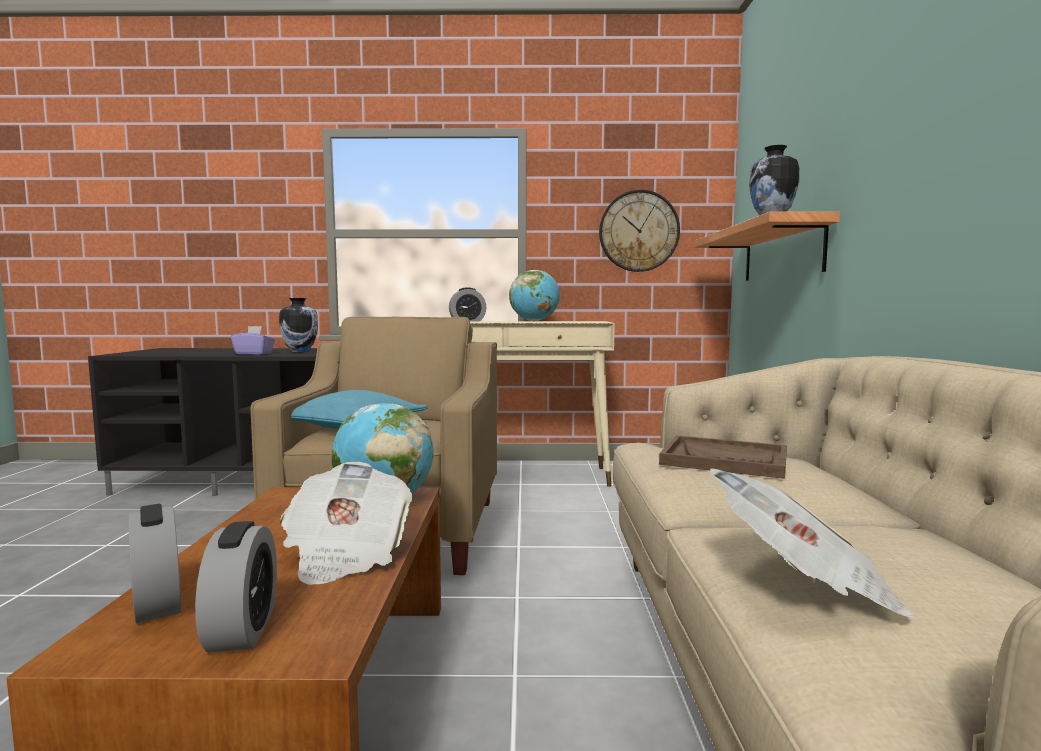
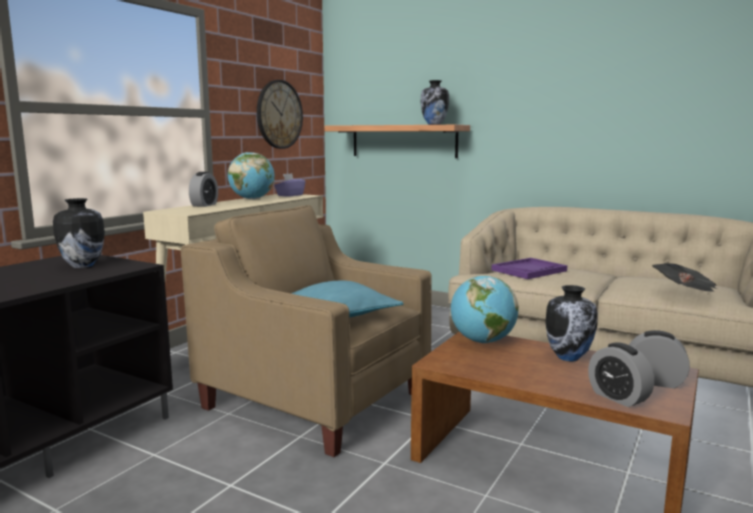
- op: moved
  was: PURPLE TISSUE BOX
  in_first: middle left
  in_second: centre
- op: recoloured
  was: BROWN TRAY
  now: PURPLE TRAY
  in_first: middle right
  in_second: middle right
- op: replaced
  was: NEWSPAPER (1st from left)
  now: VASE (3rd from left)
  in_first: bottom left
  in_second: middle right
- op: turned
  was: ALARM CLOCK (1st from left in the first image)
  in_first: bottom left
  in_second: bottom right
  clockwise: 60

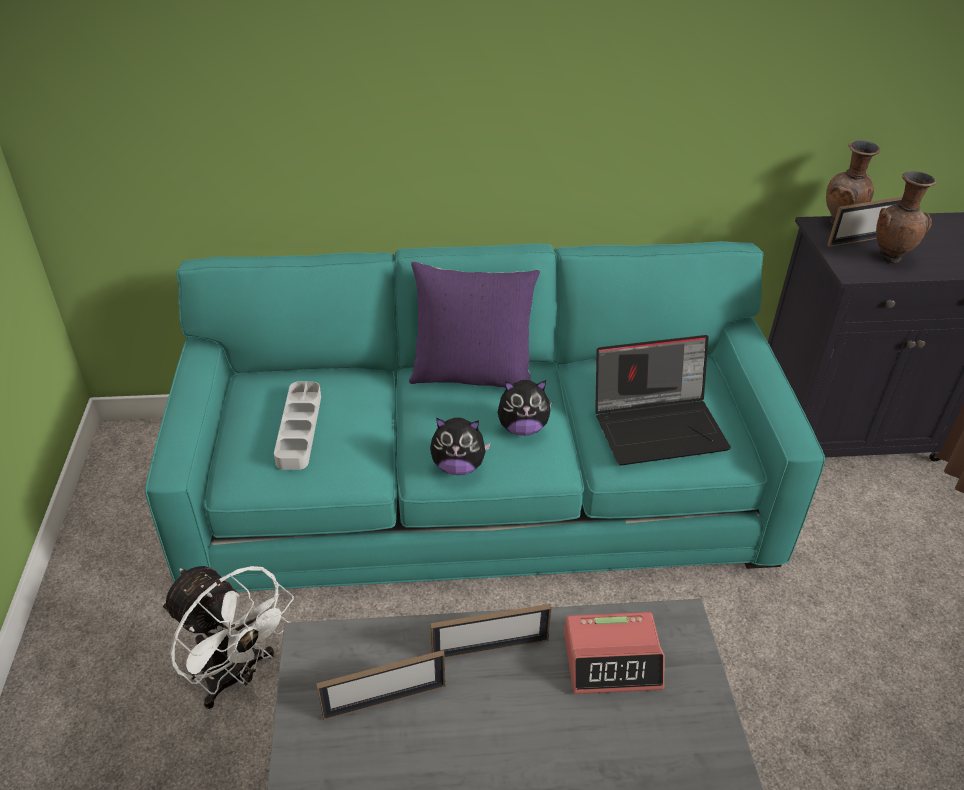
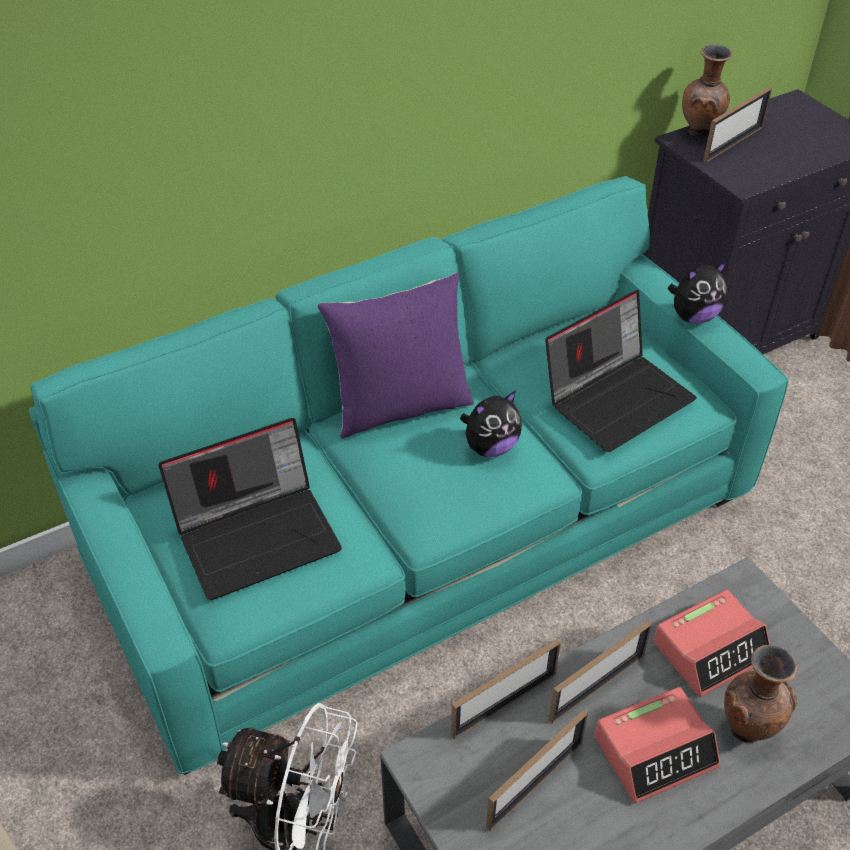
- op: moved
  was: BROWN VASE (2nd from left)
  in_first: top right
  in_second: bottom right
- op: replaced
  was: GREY TRAY
  now: LAPTOP (1st from left)
  in_first: middle left
  in_second: middle left
- op: moved
  was: PLUSH TOY (1st from left in the first image)
  now: PLUSH TOY (2nd from left)
  in_first: centre
  in_second: middle right
- op: added
  now: PICTURE FRAME (1st from left)
  in_second: bottom centre
- op: added
  now: ALARM CLOCK (1st from left)
  in_second: bottom right

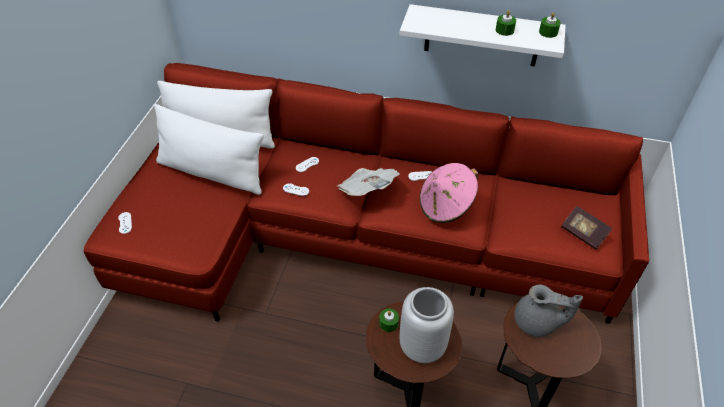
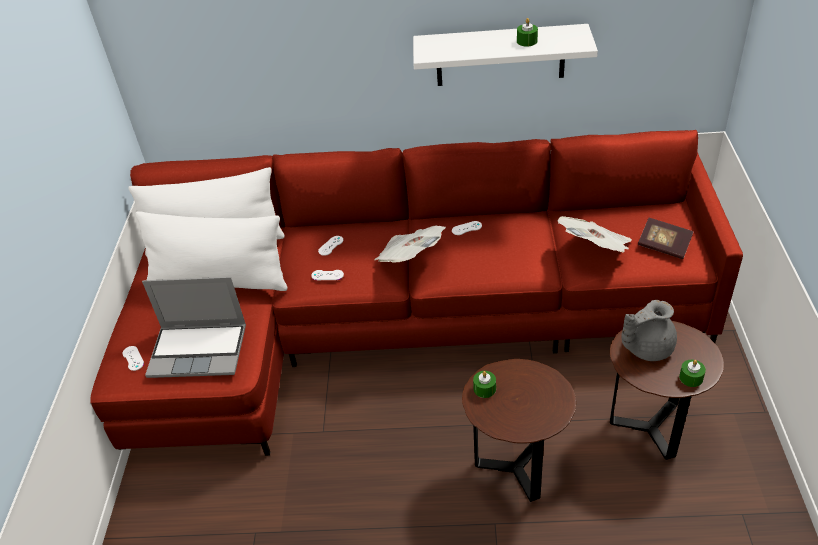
- op: moved
  was: GREEN CANDLE (3rd from left)
  in_first: top right
  in_second: bottom right
- op: removed
  was: PINK HAT
  in_first: centre
- op: turned
  was: GREY TEAPOT
  in_first: bottom right
  in_second: middle right
  clockwise: 150
- op: removed
  was: GREY VASE
  in_first: bottom centre
- op: added
  now: NEWSPAPER (2nd from left)
  in_second: middle right
- op: added
  now: LAPTOP
  in_second: middle left

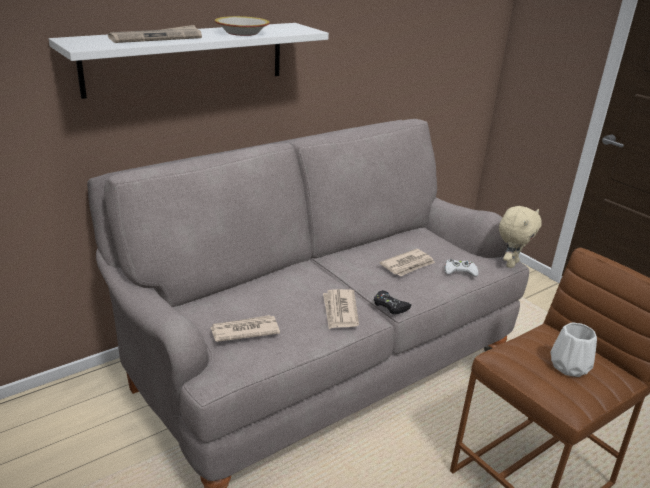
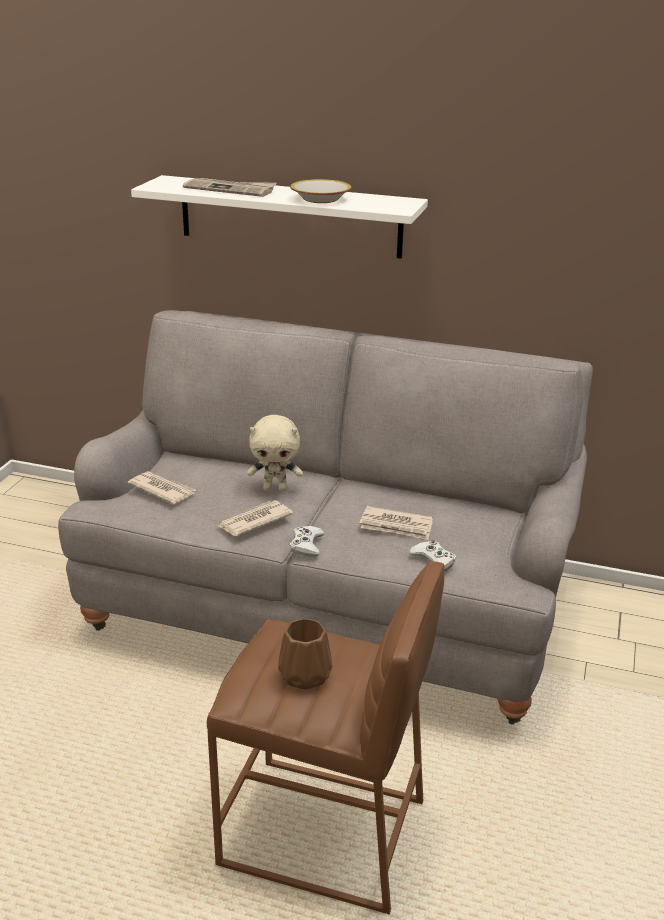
- op: moved
  was: BEIGE PLUSH TOY
  in_first: middle right
  in_second: centre
- op: recoloured
  was: BLACK GAME CONTROLLER
  now: WHITE GAME CONTROLLER (1st from left)
  in_first: centre
  in_second: centre
- op: recoloured
  was: WHITE VASE
  now: BROWN VASE
  in_first: bottom right
  in_second: bottom centre

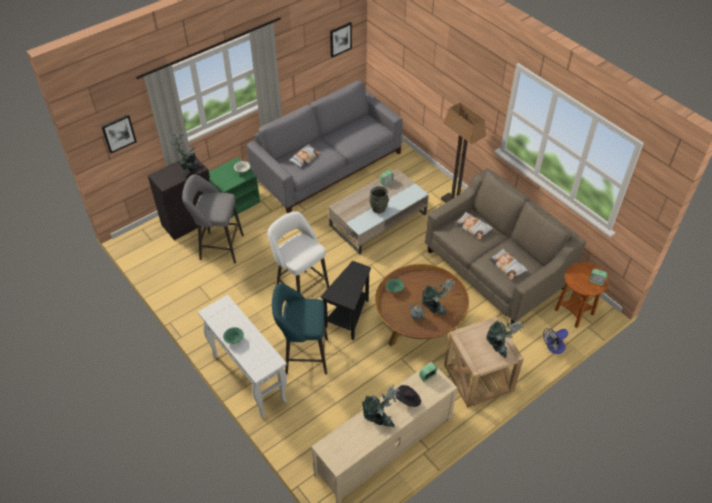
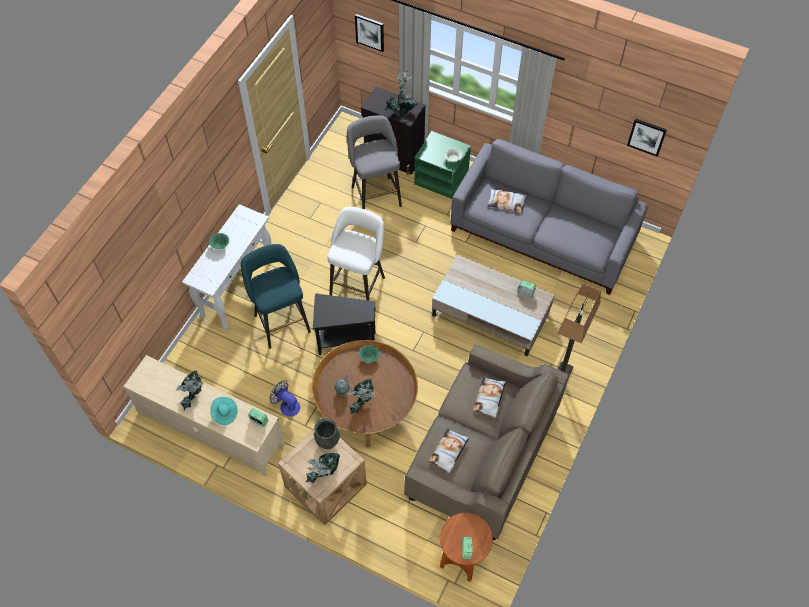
- op: moved
  was: GREY VASE
  in_first: centre
  in_second: bottom centre
- op: moved
  was: FAN
  in_first: bottom right
  in_second: centre
- op: recoloured
  was: BLACK HAT
  now: TURQUOISE HAT
  in_first: bottom centre
  in_second: bottom left

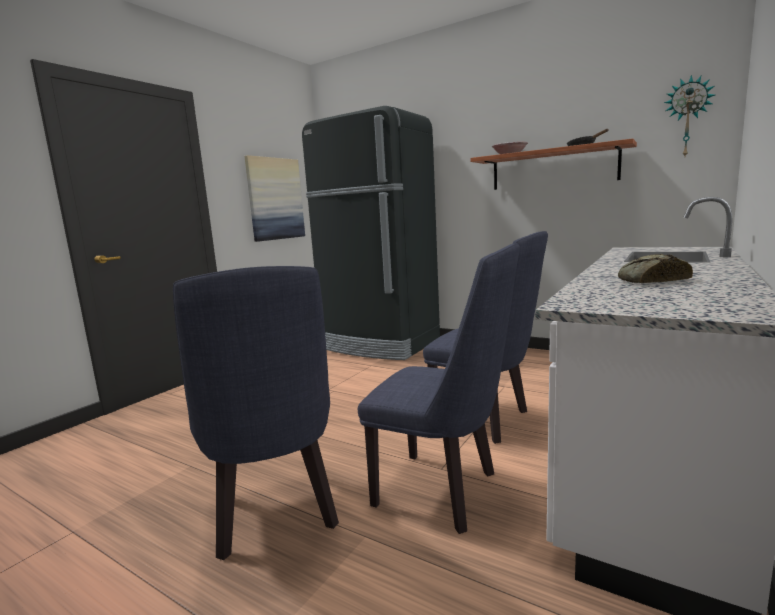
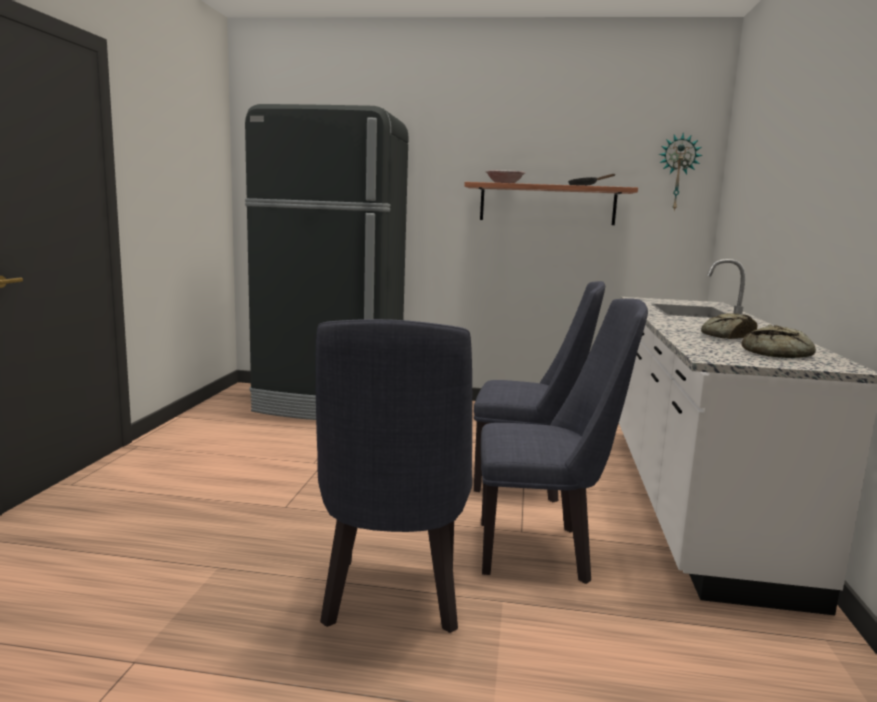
- op: removed
  was: PICTURE
  in_first: top centre
- op: turned
  was: BLUE CHAIR (1st from left)
  in_first: bottom left
  in_second: bottom centre
  clockwise: 45
- op: added
  now: BREAD (2nd from left)
  in_second: middle right

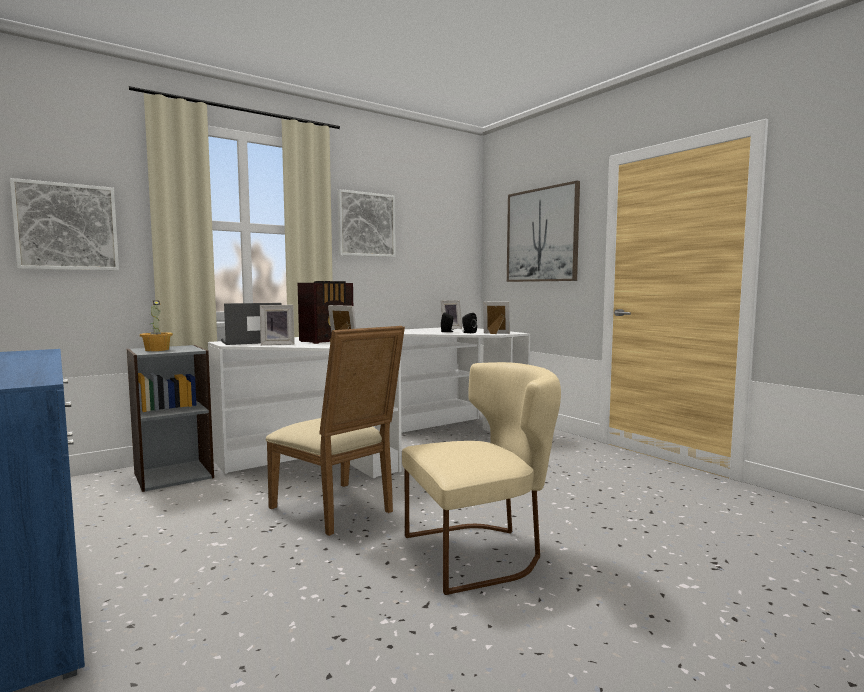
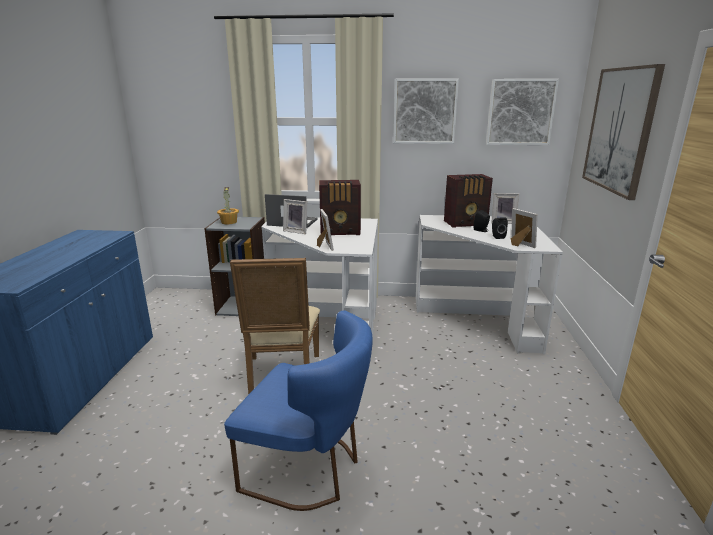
- op: moved
  was: PICTURE (1st from left in the first image)
  now: PICTURE (2nd from left)
  in_first: top left
  in_second: top right
- op: recoloured
  was: BEIGE CHAIR (2nd from left)
  now: BLUE CHAIR
  in_first: bottom centre
  in_second: bottom centre
- op: added
  now: RADIO (2nd from left)
  in_second: centre

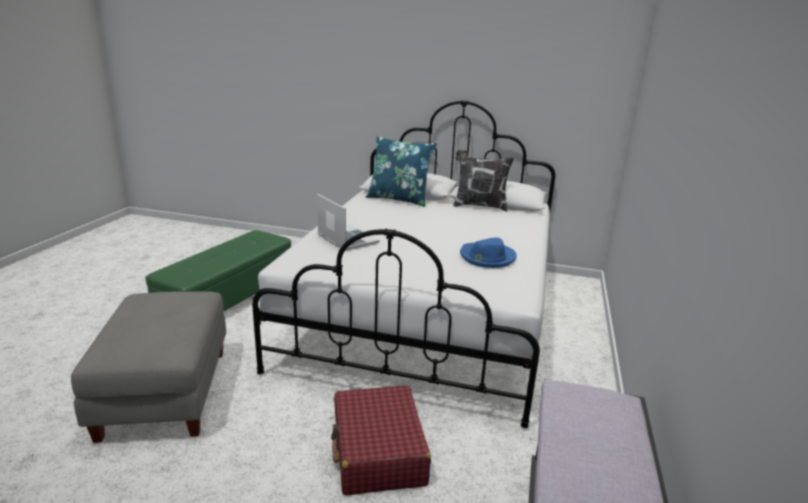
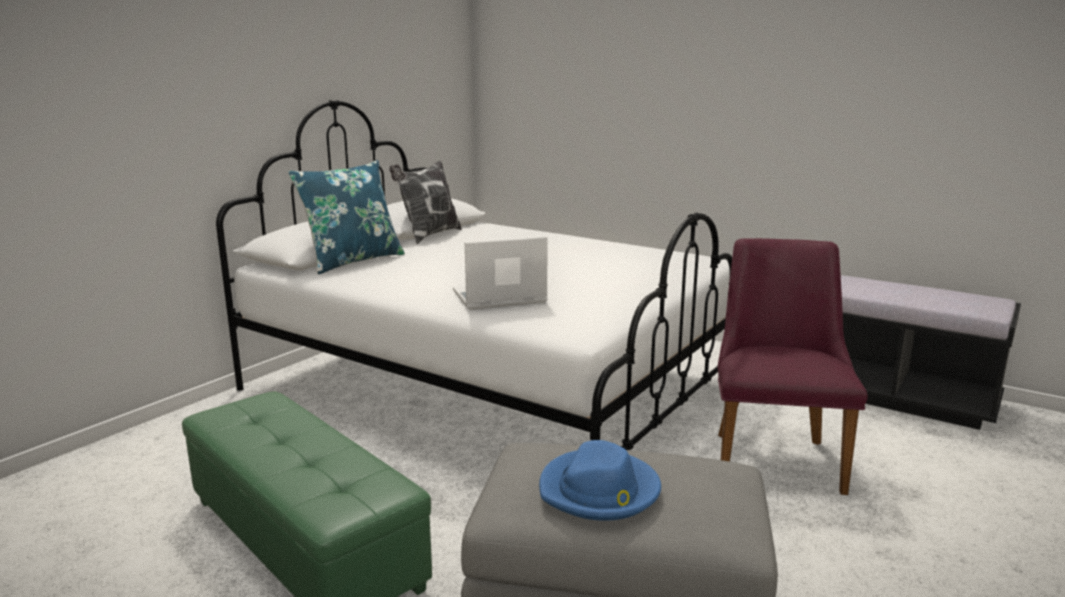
- op: moved
  was: BLUE HAT
  in_first: centre
  in_second: bottom centre
- op: replaced
  was: RED SUITCASE
  now: PURPLE CHAIR
  in_first: bottom centre
  in_second: middle right

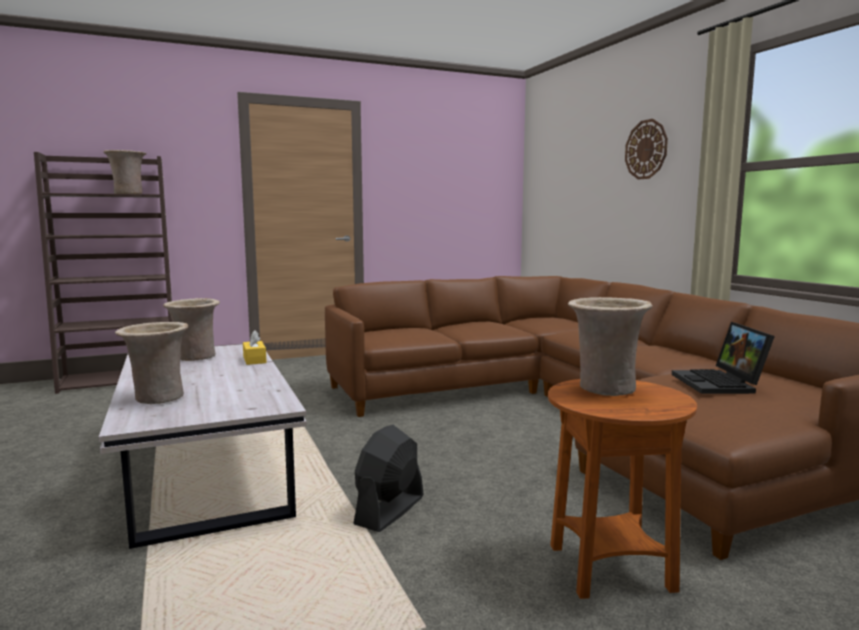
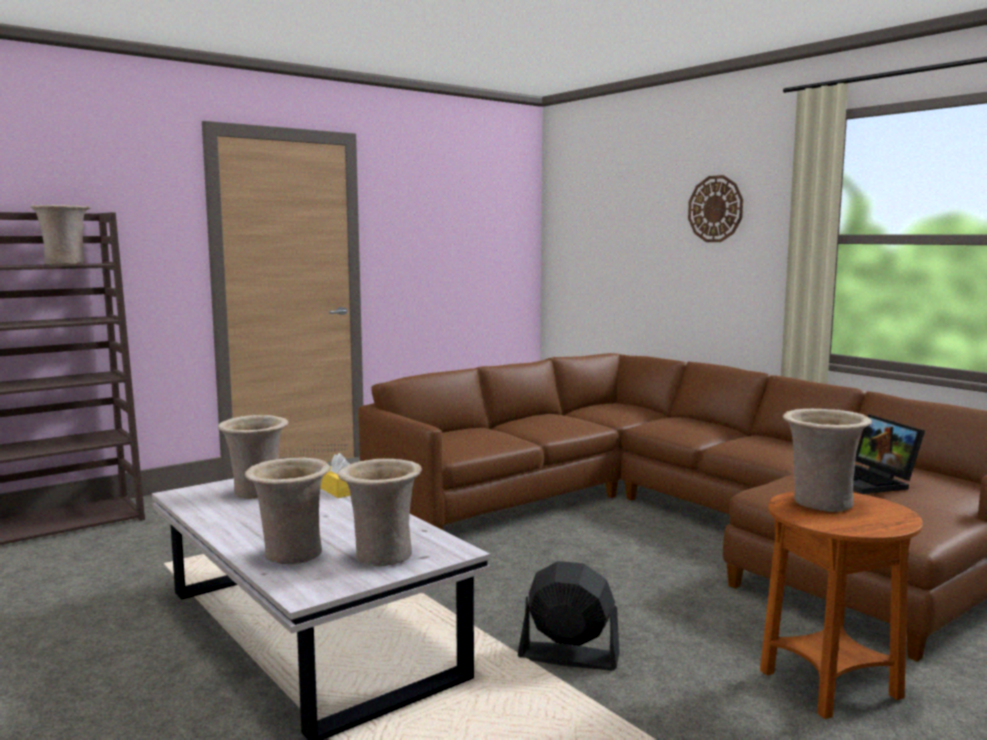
- op: turned
  was: BLACK FAN
  in_first: bottom centre
  in_second: bottom centre
  clockwise: 90
- op: added
  now: BEIGE VASE (4th from left)
  in_second: bottom centre

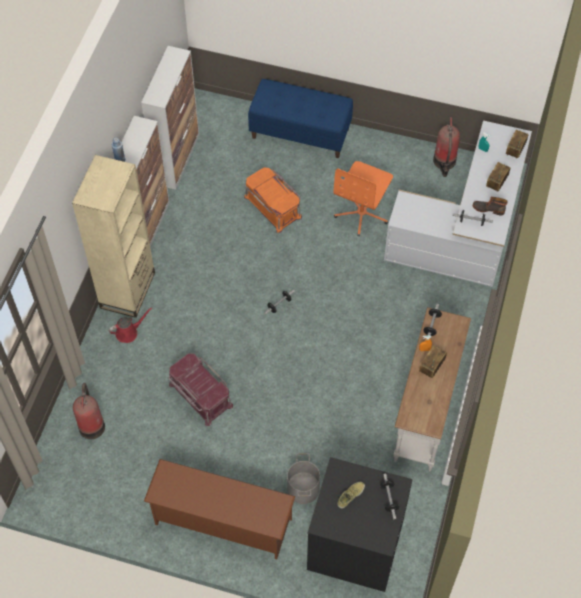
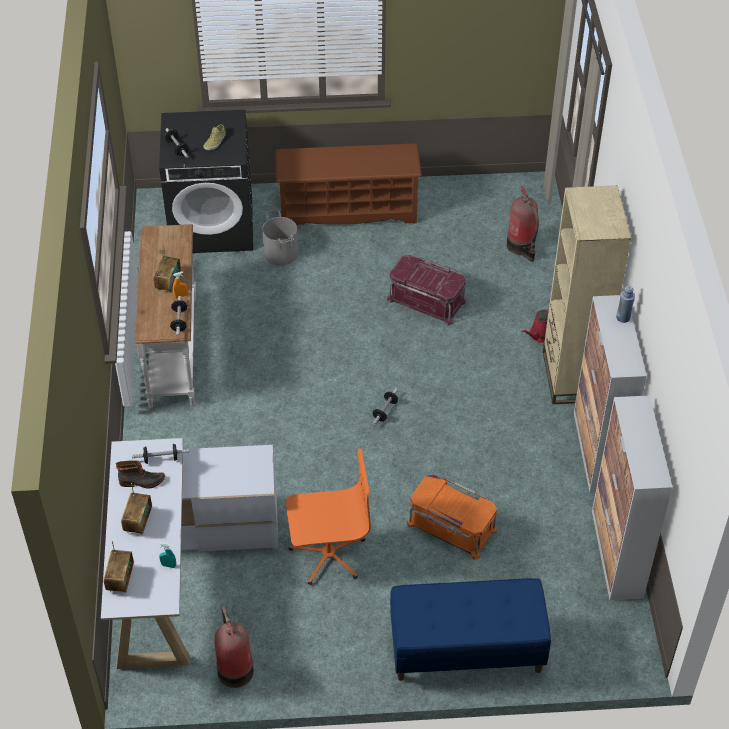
- op: turned
  was: ORANGE OFFICE CHAIR
  in_first: top centre
  in_second: bottom centre
  clockwise: 75

